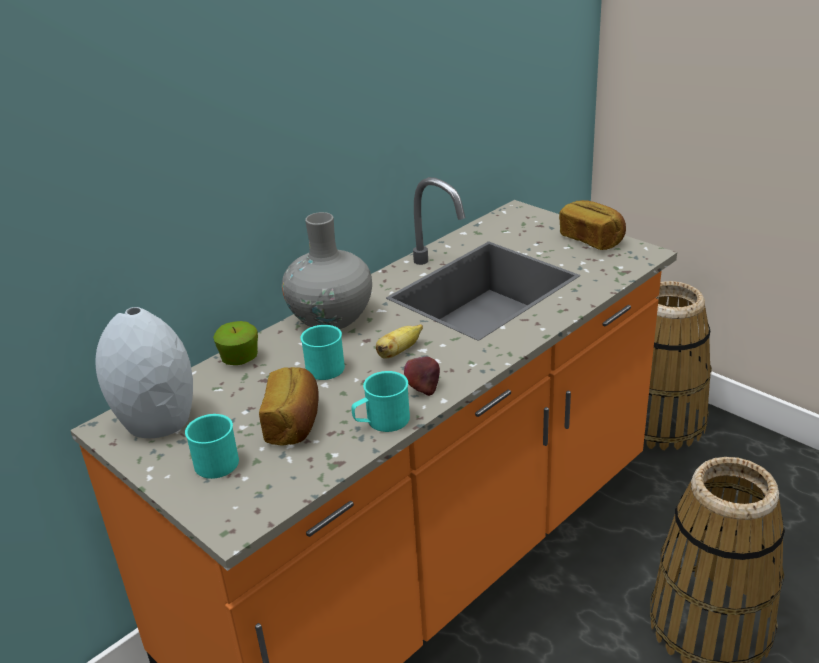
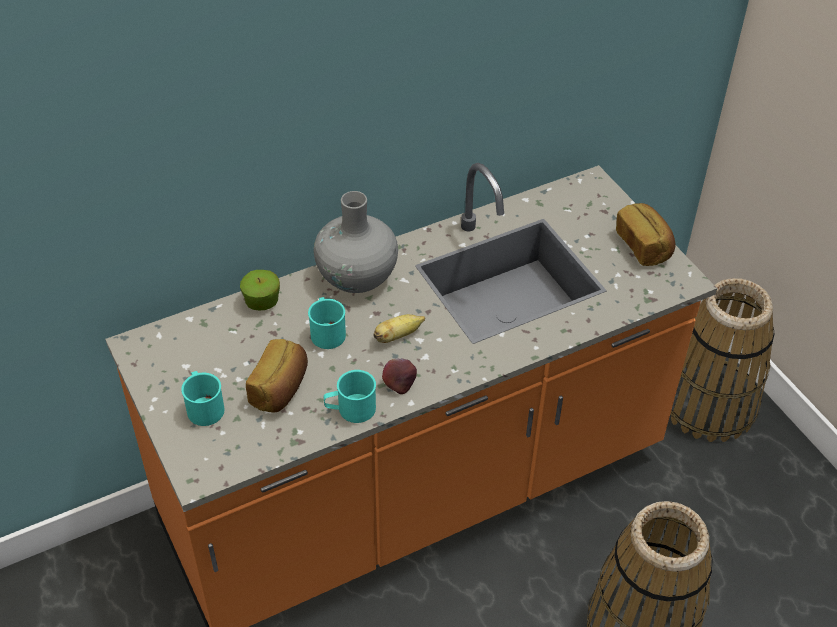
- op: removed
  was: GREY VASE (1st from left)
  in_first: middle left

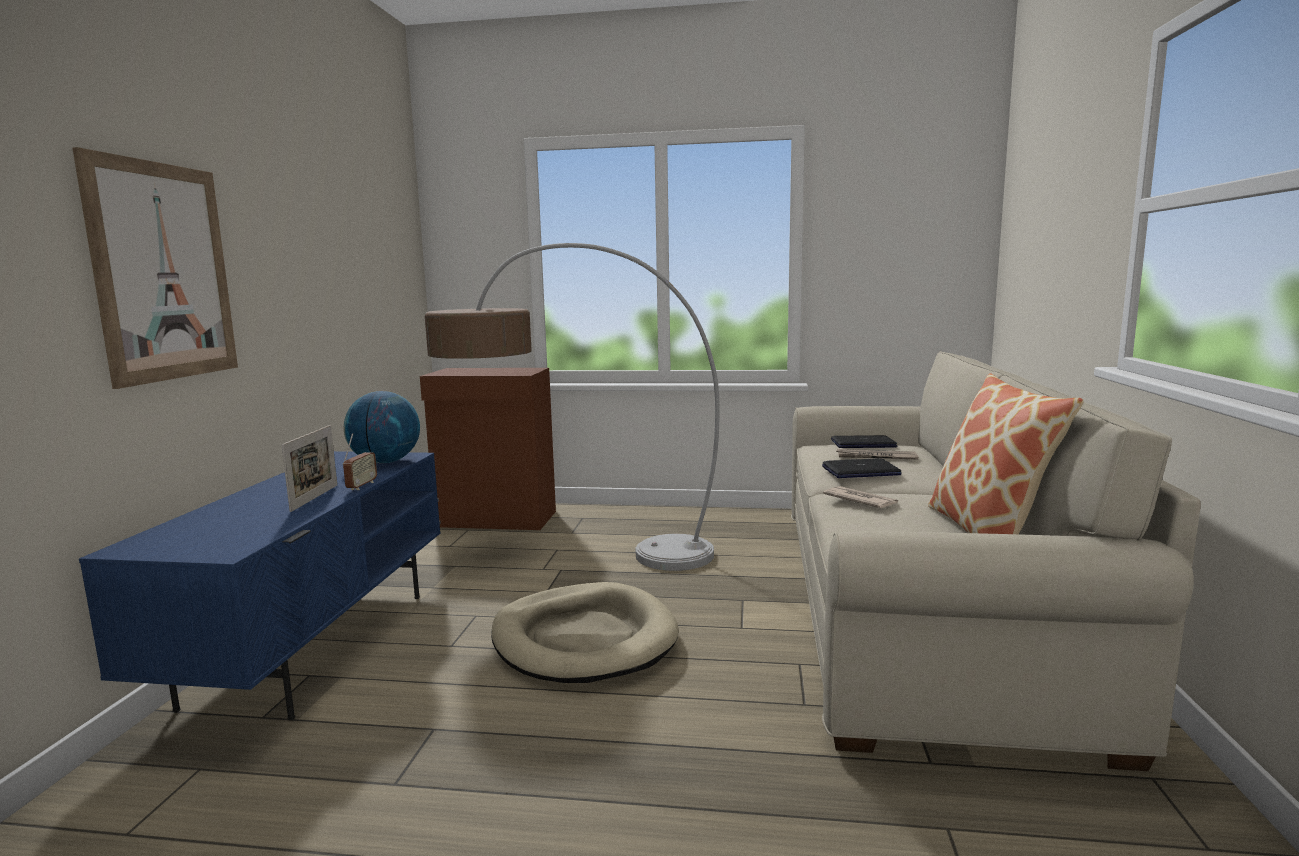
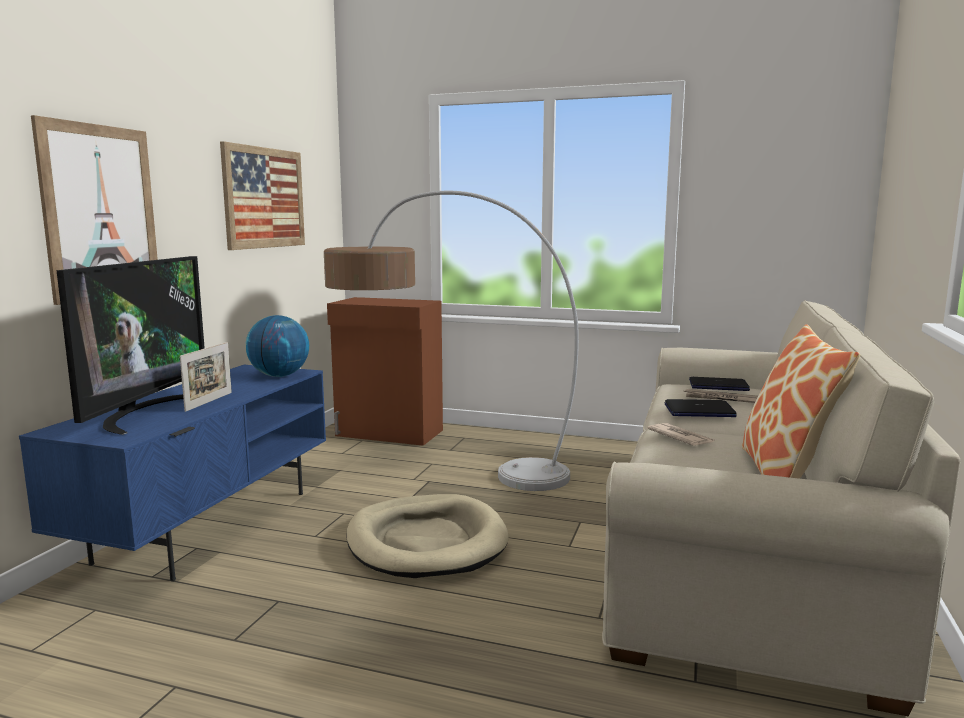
- op: removed
  was: RADIO
  in_first: middle left
- op: added
  now: PICTURE (2nd from left)
  in_second: top left
- op: added
  now: TELEVISION
  in_second: middle left

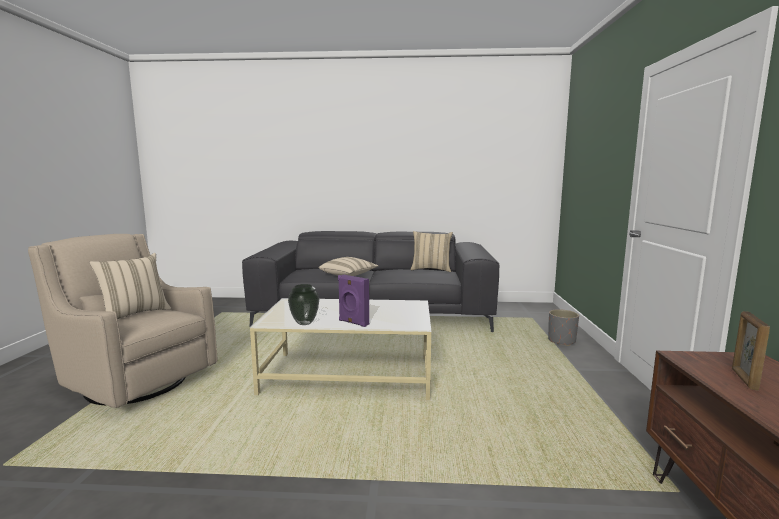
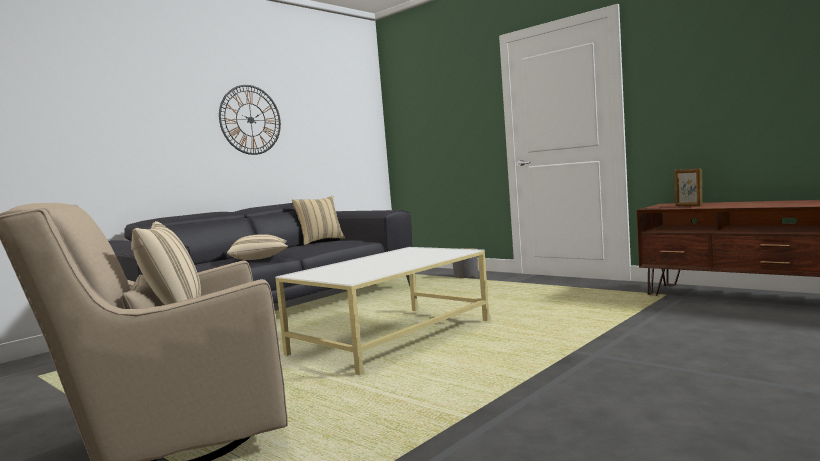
- op: removed
  was: PURPLE SPEAKER
  in_first: centre
- op: removed
  was: VASE
  in_first: centre
- op: added
  now: WALL CLOCK
  in_second: top left

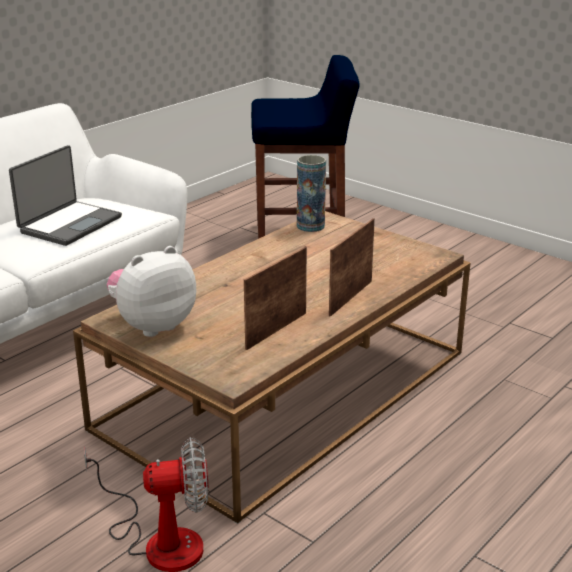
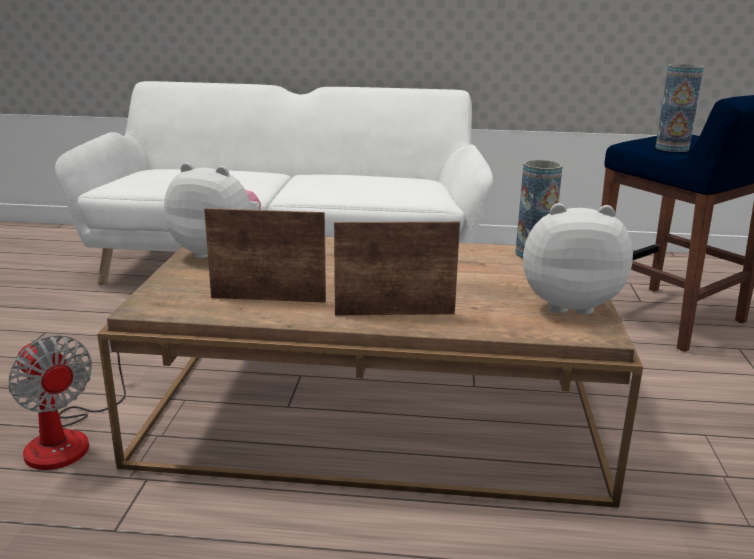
- op: removed
  was: LAPTOP
  in_first: middle left
- op: added
  now: VASE (2nd from left)
  in_second: top right
- op: added
  now: PLUSH TOY (2nd from left)
  in_second: middle right

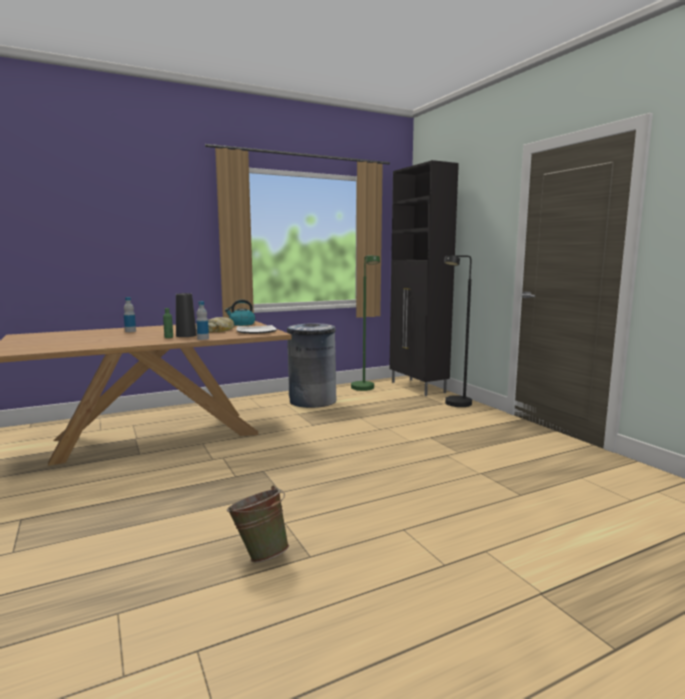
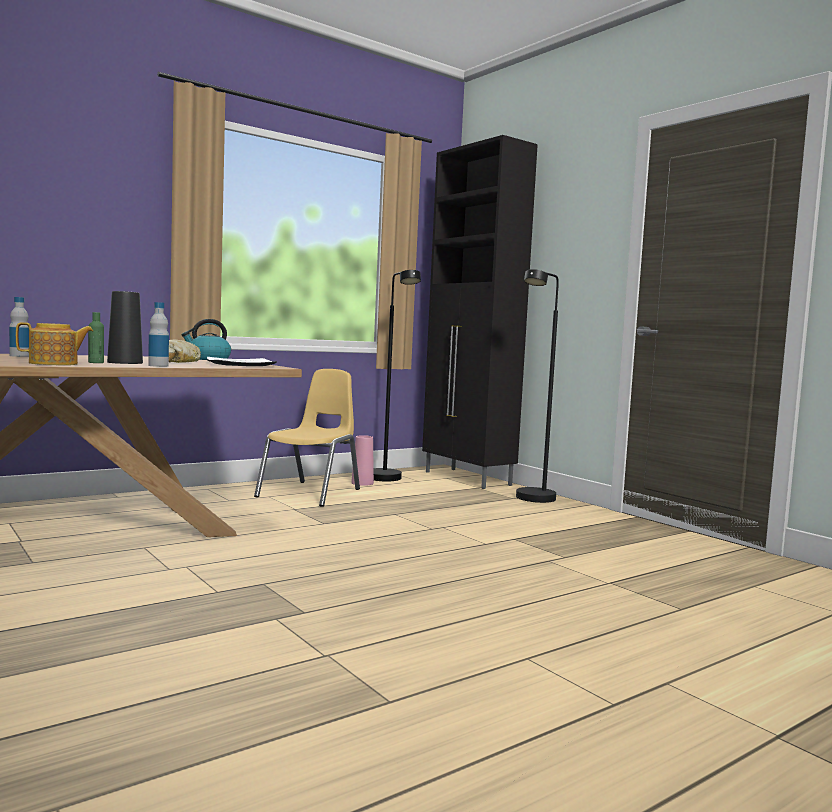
- op: recoloured
  was: GREEN FLOOR LAMP
  now: BLACK FLOOR LAMP (1st from left)
  in_first: centre
  in_second: centre
- op: replaced
  was: GREY TRASH CAN
  now: YELLOW CHAIR
  in_first: centre
  in_second: centre
- op: removed
  was: GREEN BUCKET
  in_first: bottom centre
- op: added
  now: TEAPOT
  in_second: middle left
- op: added
  now: PINK VASE
  in_second: centre

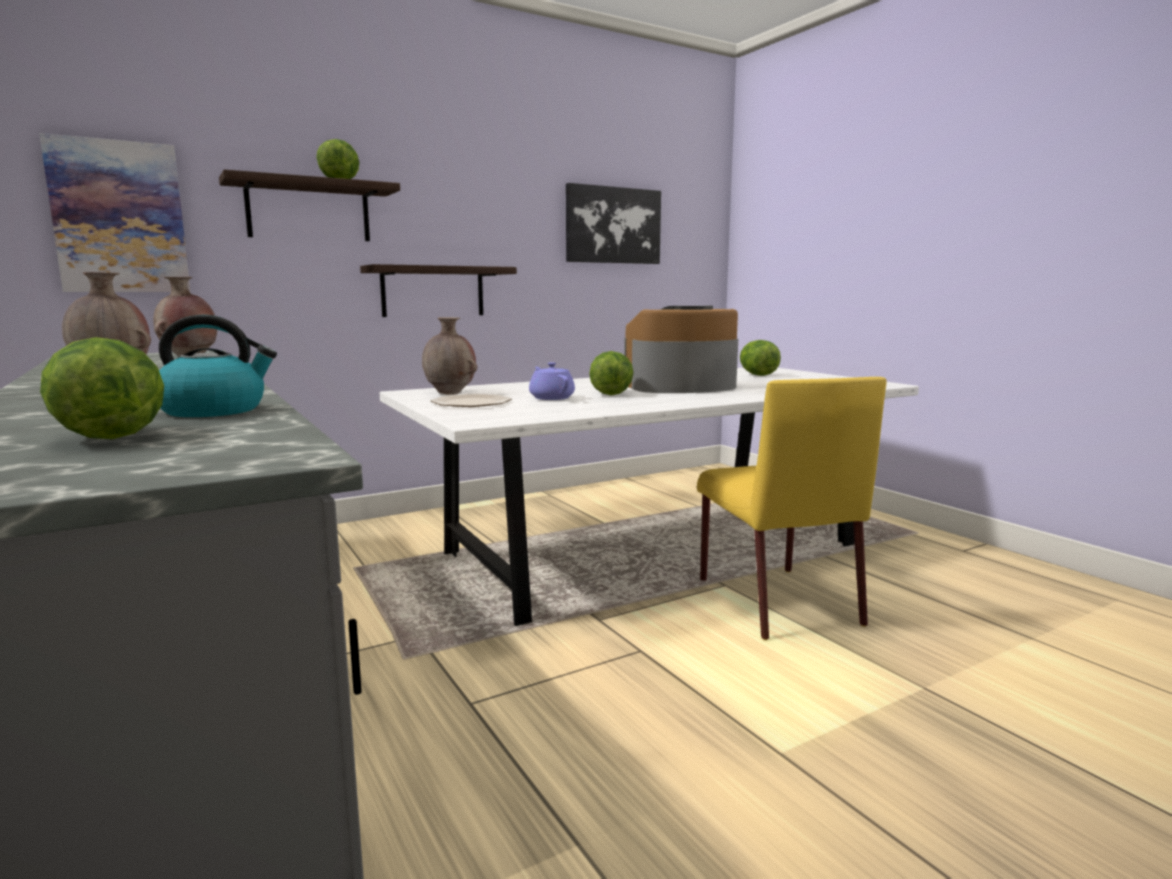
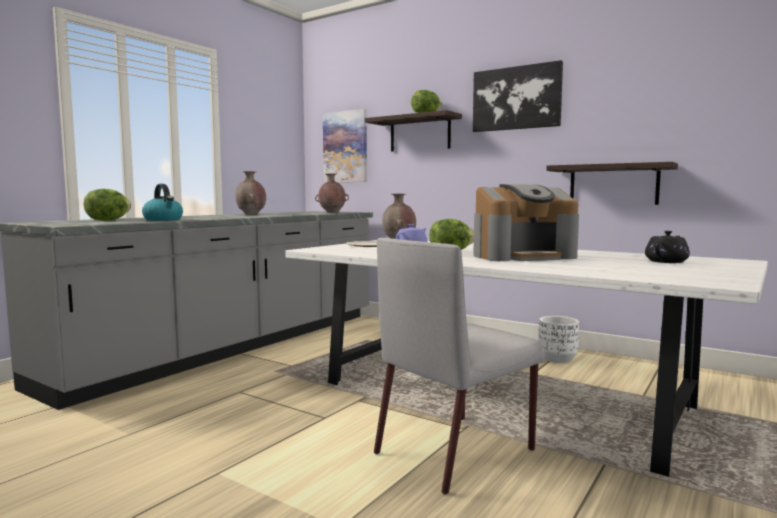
- op: moved
  was: PICTURE (2nd from left)
  in_first: top centre
  in_second: top right
- op: moved
  was: SHELF (2nd from left)
  in_first: top centre
  in_second: middle right
- op: turned
  was: COFFEE MACHINE
  in_first: centre
  in_second: middle right
  clockwise: 120
- op: replaced
  was: LETTUCE (4th from left)
  now: BLACK TEAPOT
  in_first: centre
  in_second: middle right
- op: recoloured
  was: YELLOW CHAIR
  now: GREY CHAIR
  in_first: middle right
  in_second: bottom centre
- op: added
  now: WHITE PLANTER
  in_second: middle right

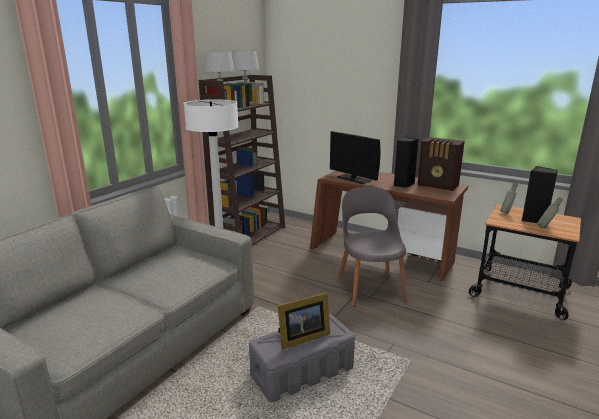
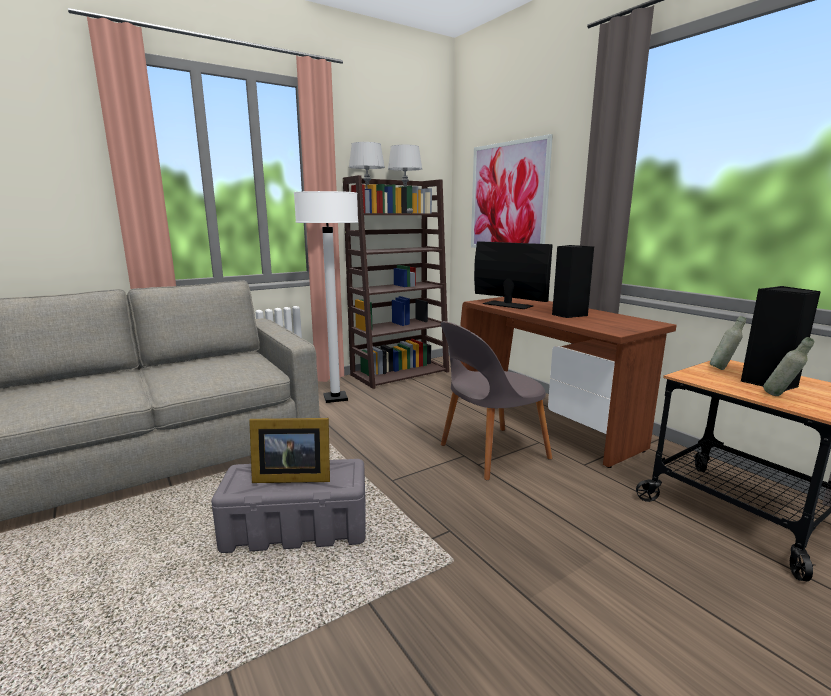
- op: turned
  was: MONITOR
  in_first: centre
  in_second: centre
  clockwise: 150
- op: removed
  was: RADIO
  in_first: middle right
- op: turned
  was: GREY CHAIR
  in_first: centre
  in_second: centre
  clockwise: -135
- op: added
  now: PICTURE
  in_second: top centre

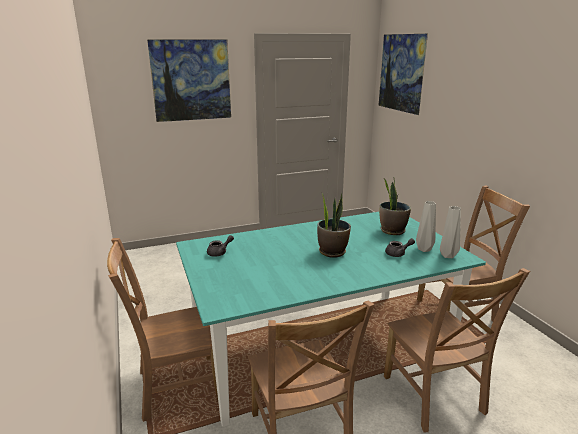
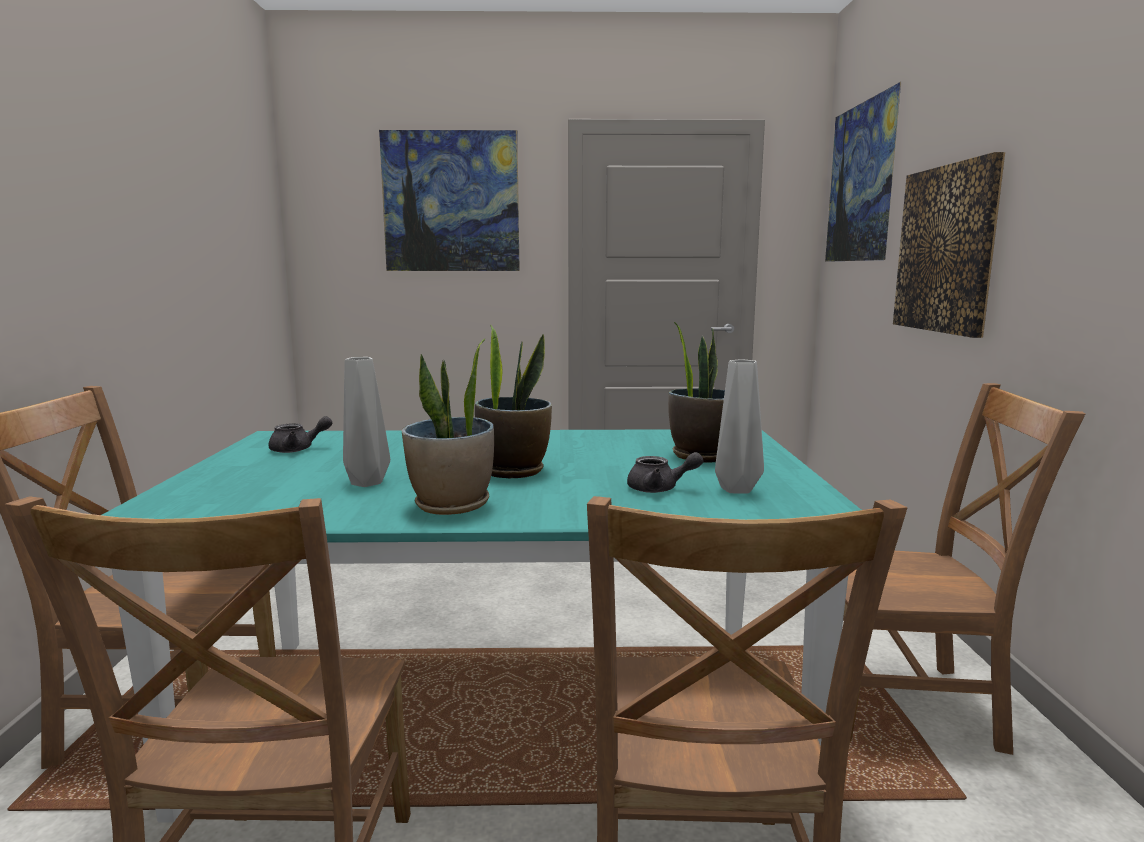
- op: moved
  was: GREY VASE (2nd from left in the first image)
  now: GREY VASE (1st from left)
  in_first: middle right
  in_second: middle left
- op: added
  now: PICTURE (3rd from left)
  in_second: top right
- op: added
  now: POTTED PLANT (1st from left)
  in_second: centre

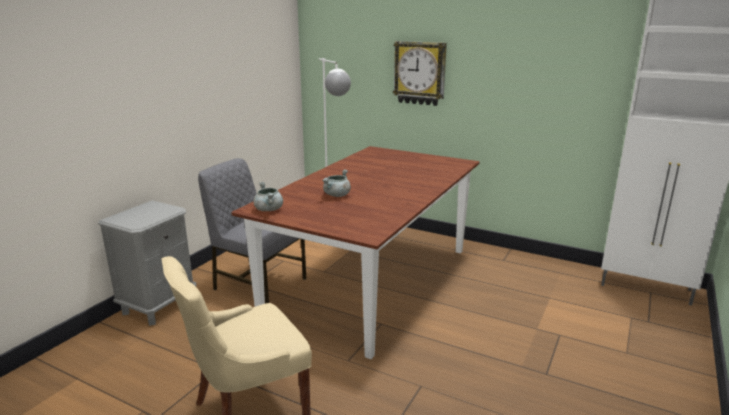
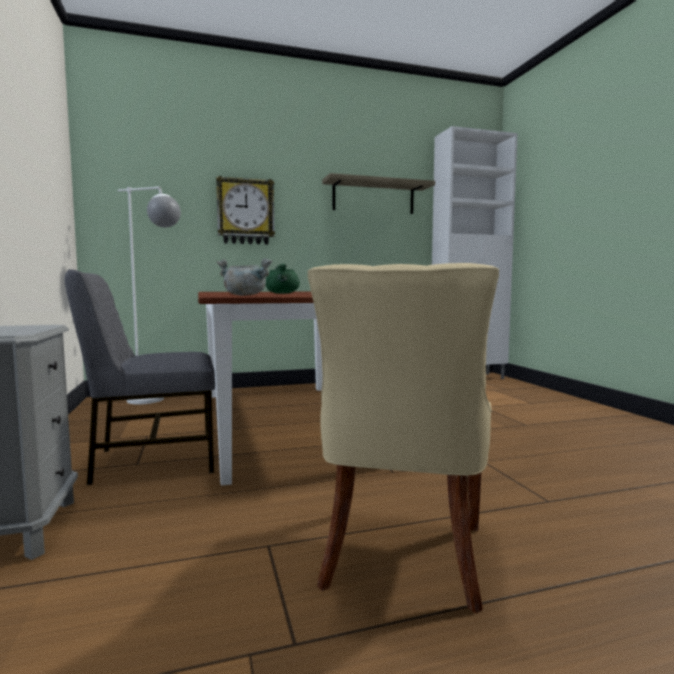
- op: recoloured
  was: GREY COOKING POT (2nd from left)
  now: GREEN COOKING POT
  in_first: centre
  in_second: centre
- op: added
  now: SHELF
  in_second: top centre

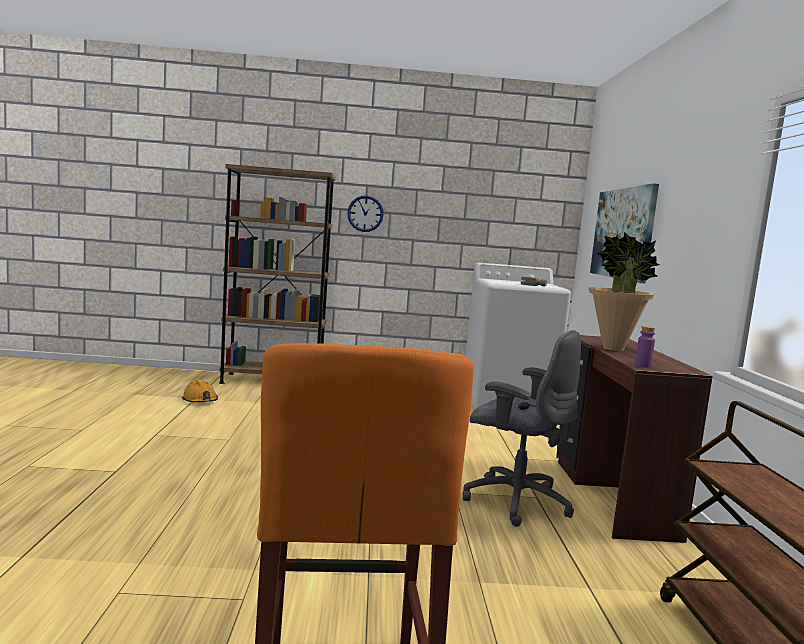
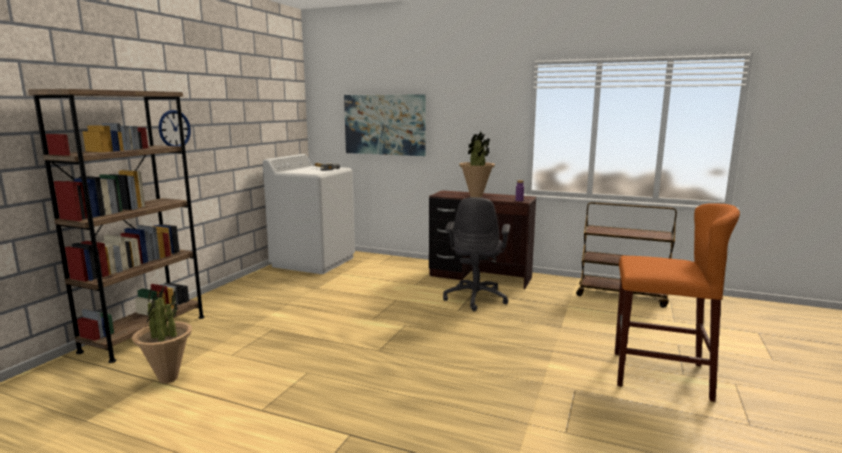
- op: turned
  was: GREY OFFICE CHAIR
  in_first: centre
  in_second: centre
  clockwise: 135
- op: replaced
  was: ORANGE HARD HAT
  now: POTTED PLANT (1st from left)
  in_first: middle left
  in_second: bottom left

